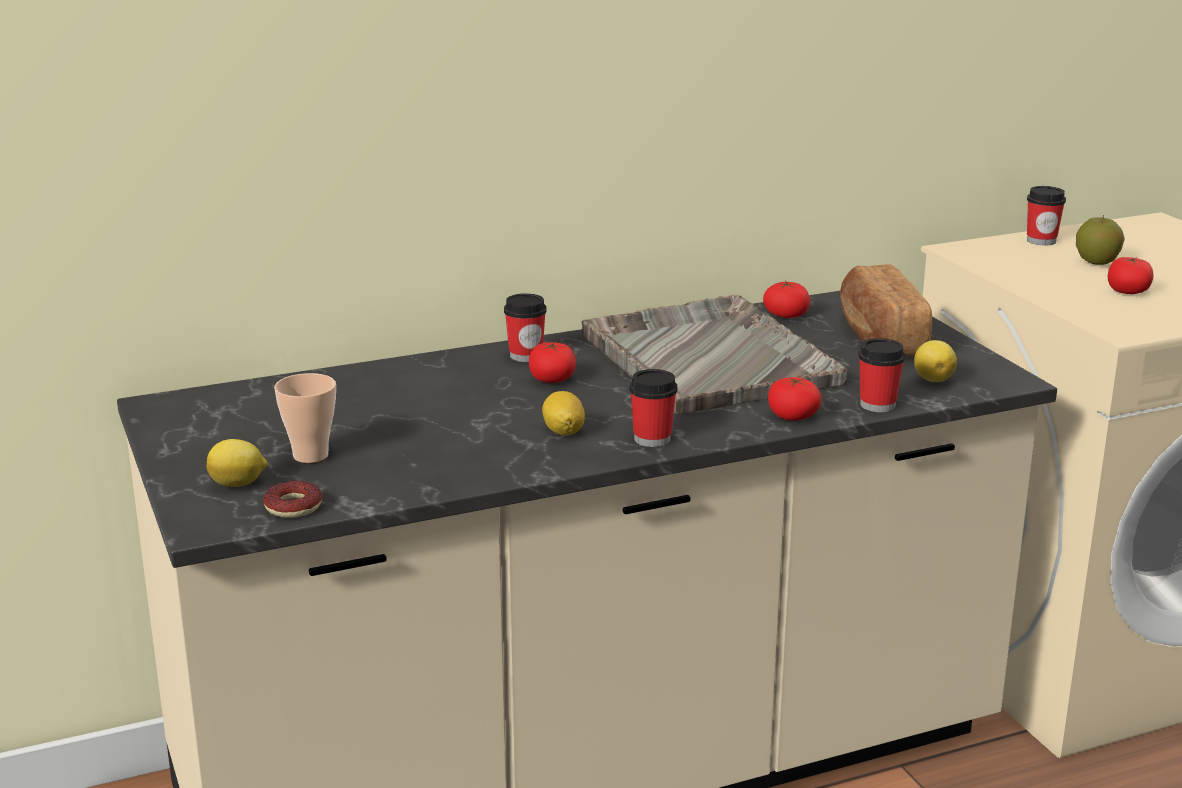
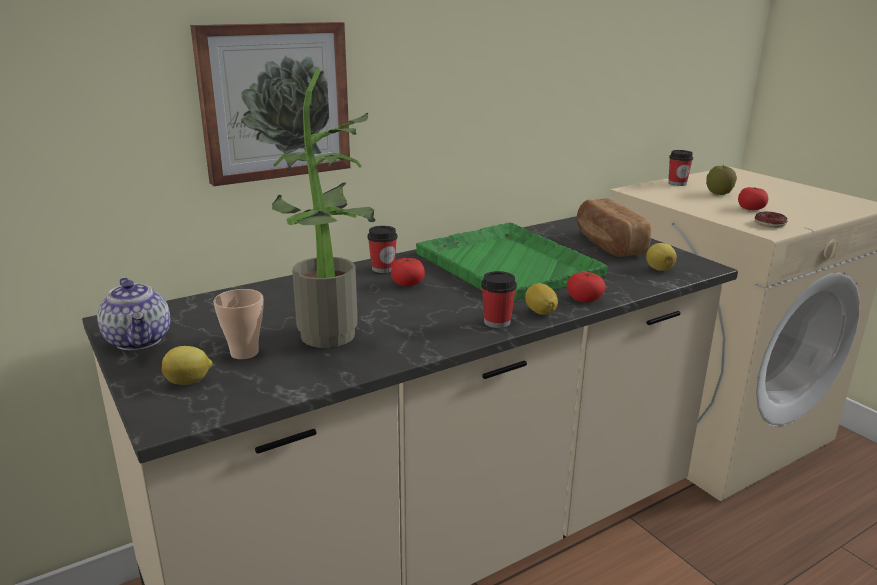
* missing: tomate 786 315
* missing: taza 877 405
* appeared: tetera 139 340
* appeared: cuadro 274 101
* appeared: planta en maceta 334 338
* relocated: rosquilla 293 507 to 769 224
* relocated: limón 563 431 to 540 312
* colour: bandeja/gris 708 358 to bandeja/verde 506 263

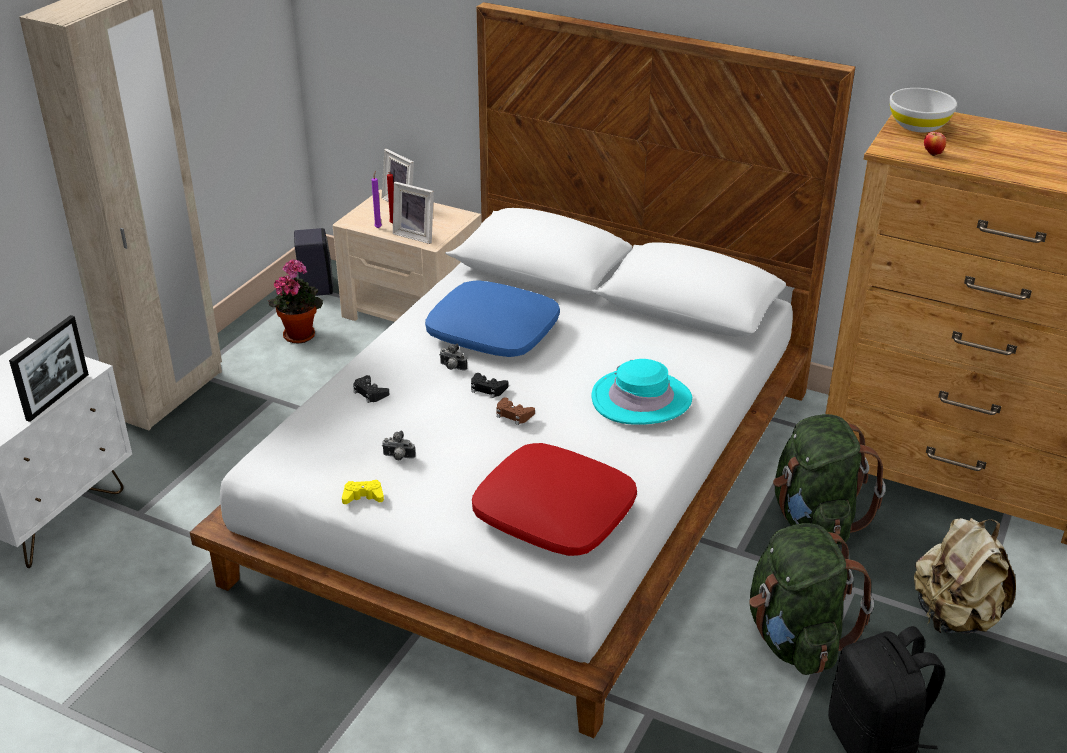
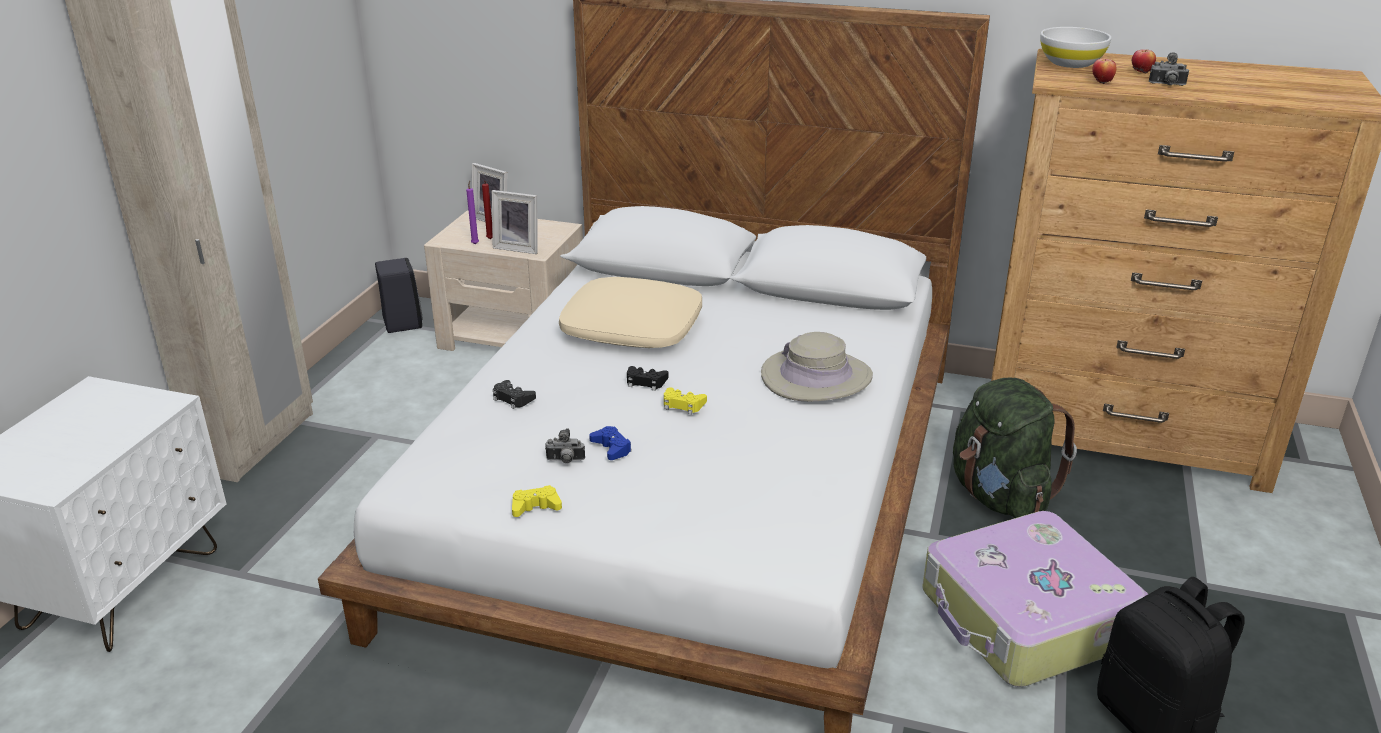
* missing: portarretratos 58 397
* missing: planta en maceta 300 334
* missing: cojín/rojo 555 513
* missing: mochila/beis 954 616
* appeared: mando de consola/azul 611 448
* appeared: manzana 1141 72
* relocated: cámara 452 368 to 1167 85
* exchanged: mochila/verde 795 639 to maleta 1026 618
* colour: cojín/azul 494 332 to cojín/beis 633 328
* colour: mando de consola/marrón 513 415 to mando de consola/amarillo 683 405
* colour: sombrero/turquesa 641 399 to sombrero/beis 816 377

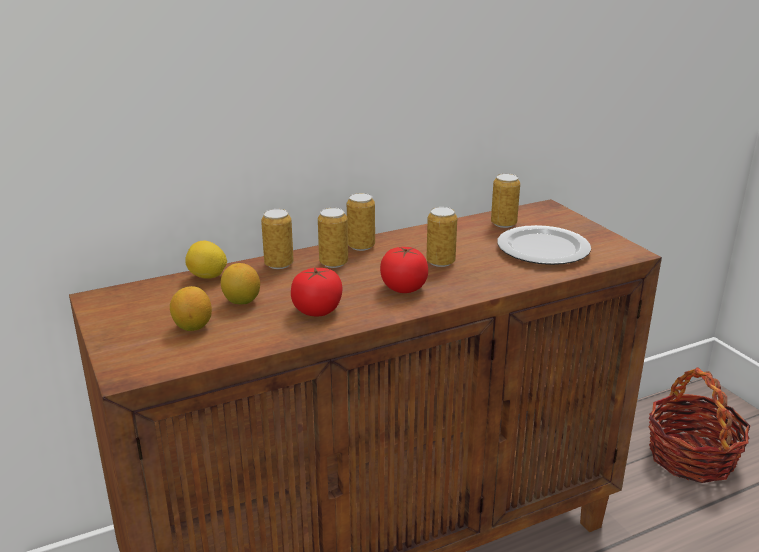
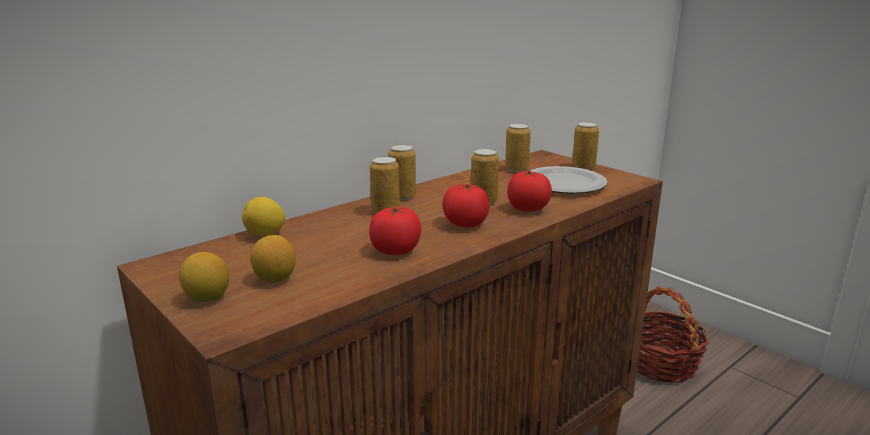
* appeared: tomate 528 208
* relocated: limón 242 301 to 207 298
* relocated: lata 279 264 to 583 167

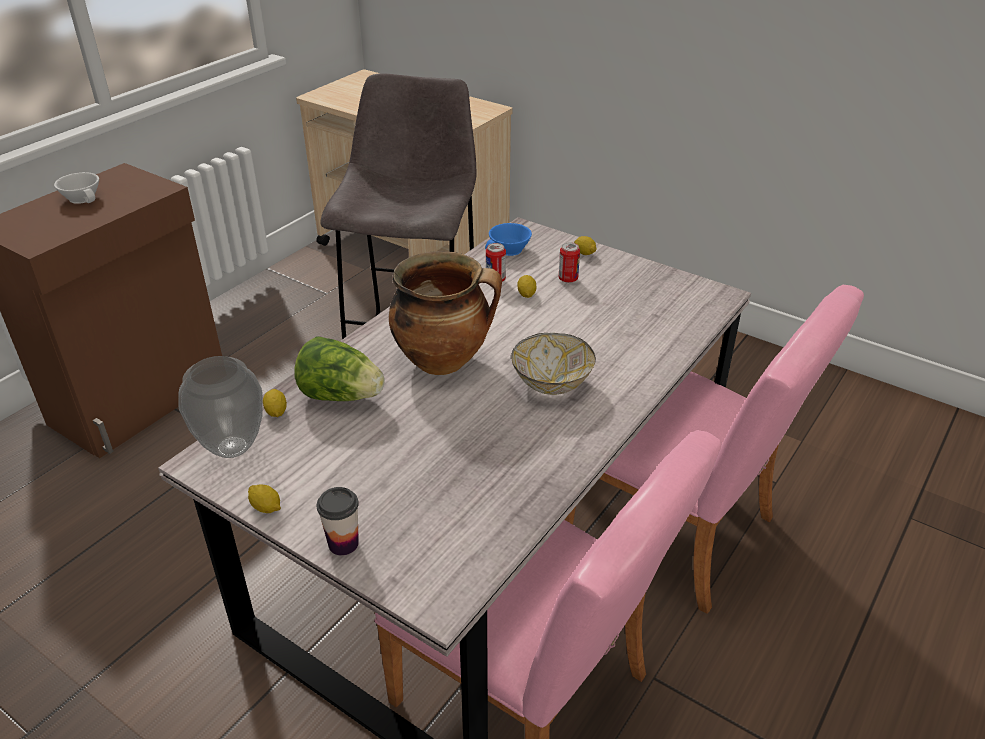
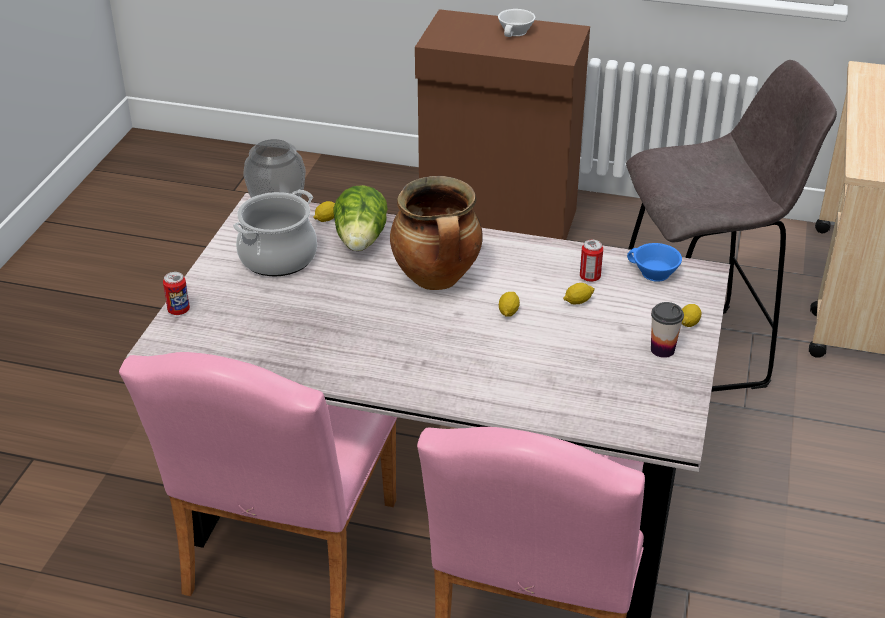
* missing: cuenco 550 384
* appeared: olla 278 257
* relocated: limón 266 507 to 508 312
* relocated: taza 343 544 to 662 350
* relocated: lata 568 279 to 178 310

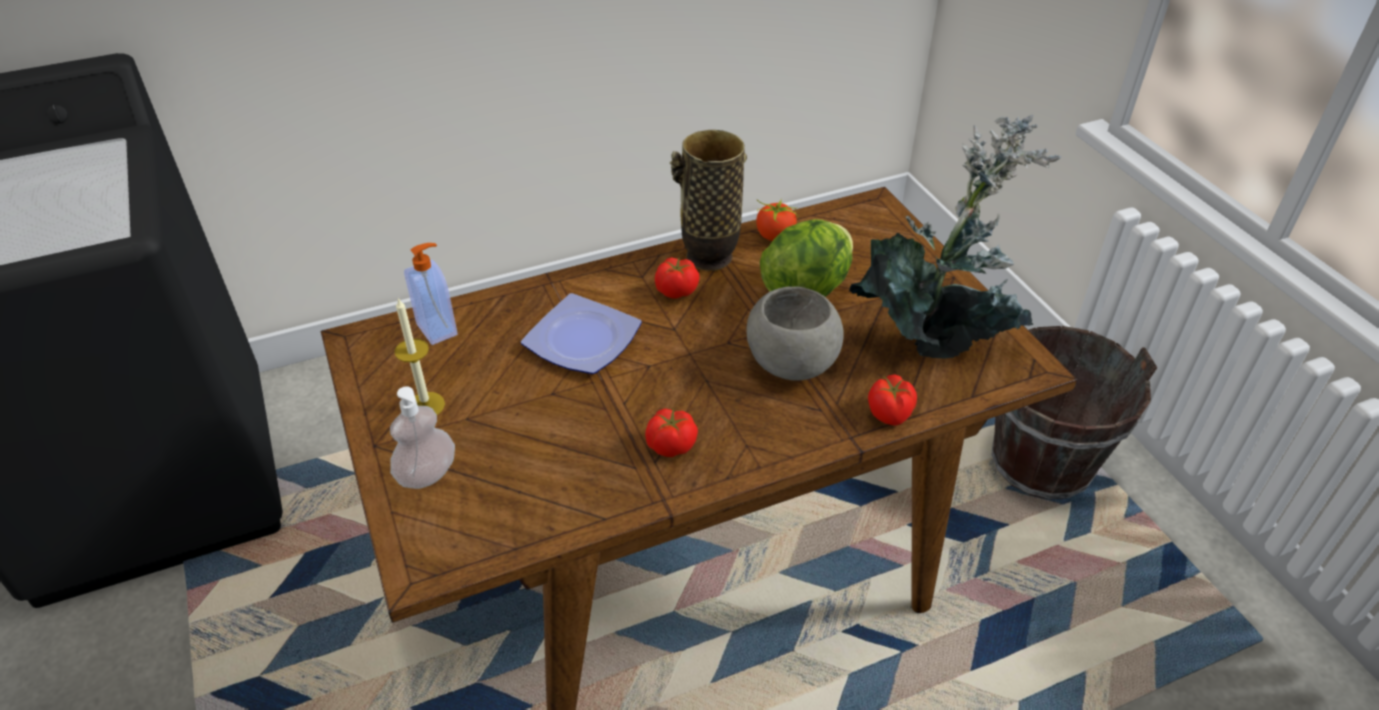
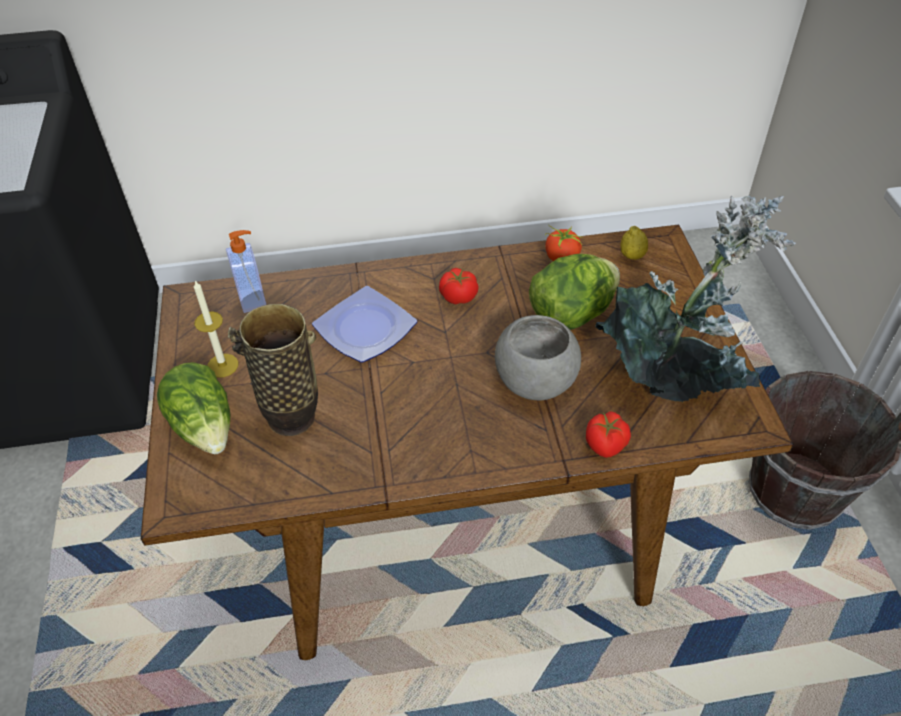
* missing: tomate 671 446
* appeared: limón 632 256
* relocated: florero 709 257 to 292 417
* exchanged: dispensador de jabón 427 474 to lechuga 205 426

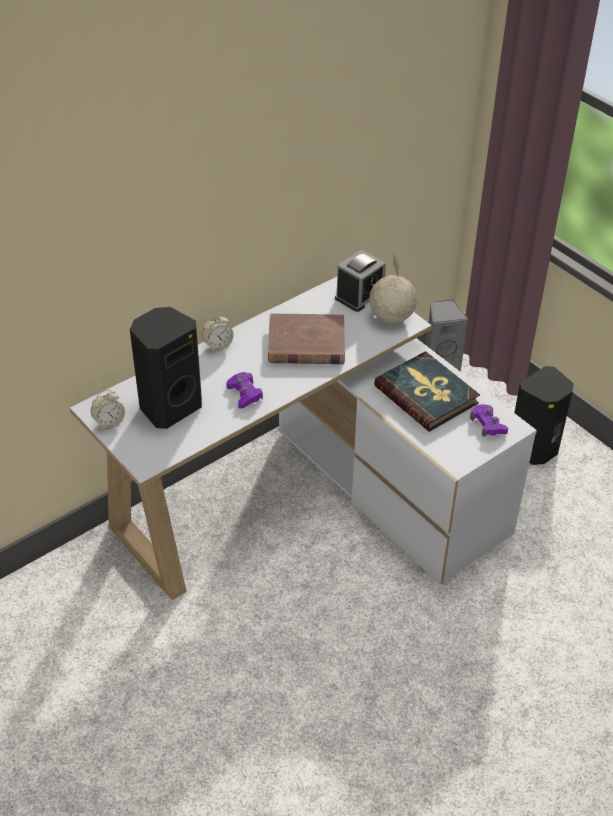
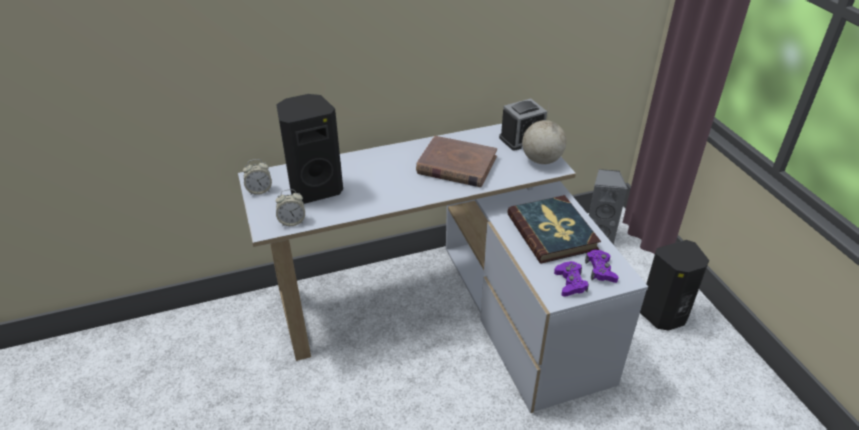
* relocated: despertador 218 346 to 292 221
* relocated: mando de consola/morado 244 394 to 570 283

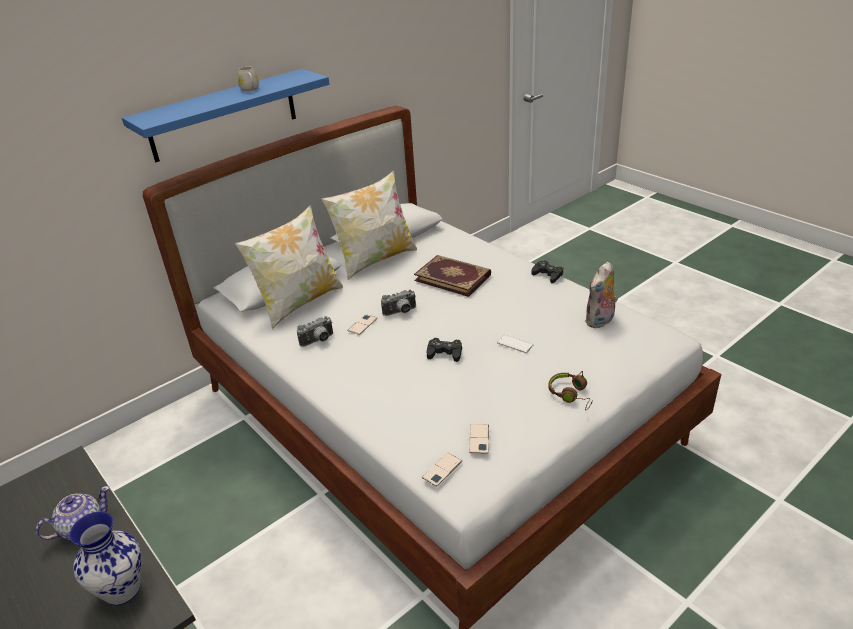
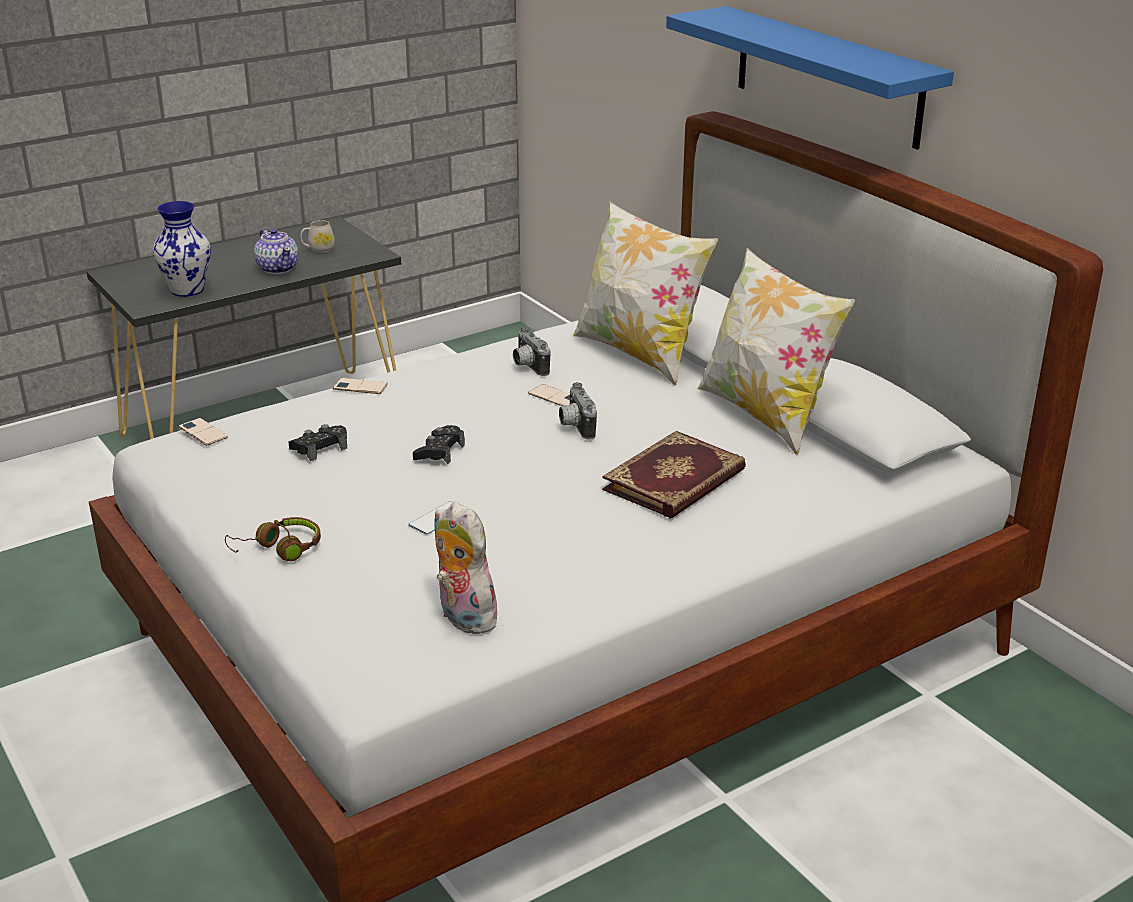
* relocated: taza grande/blanco 250 90 to 318 249
* relocated: móvil 479 439 to 360 386
* relocated: mando de consola/negro 547 275 to 320 448

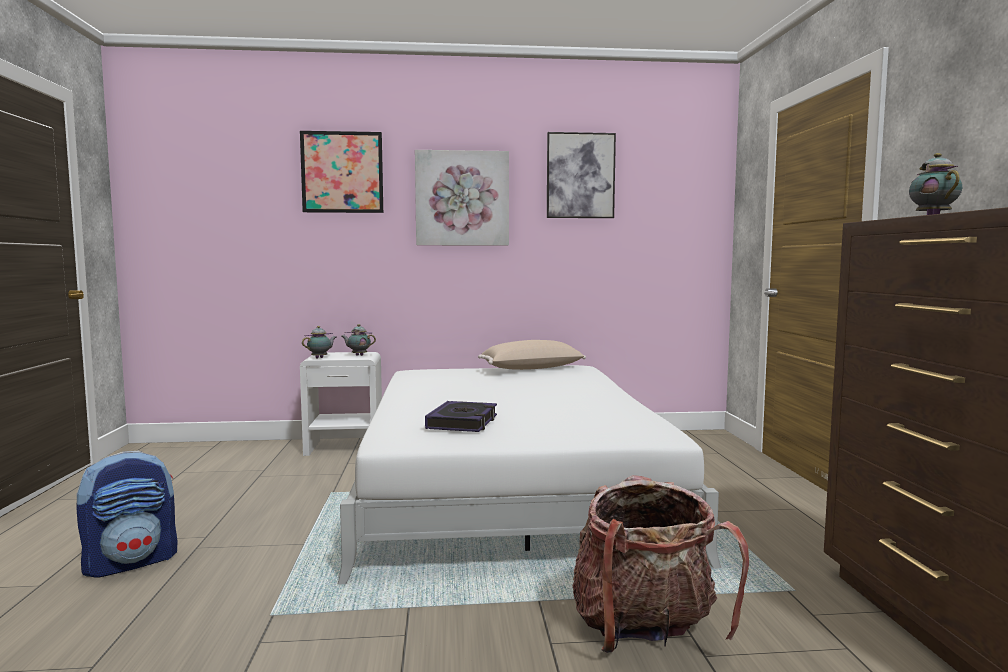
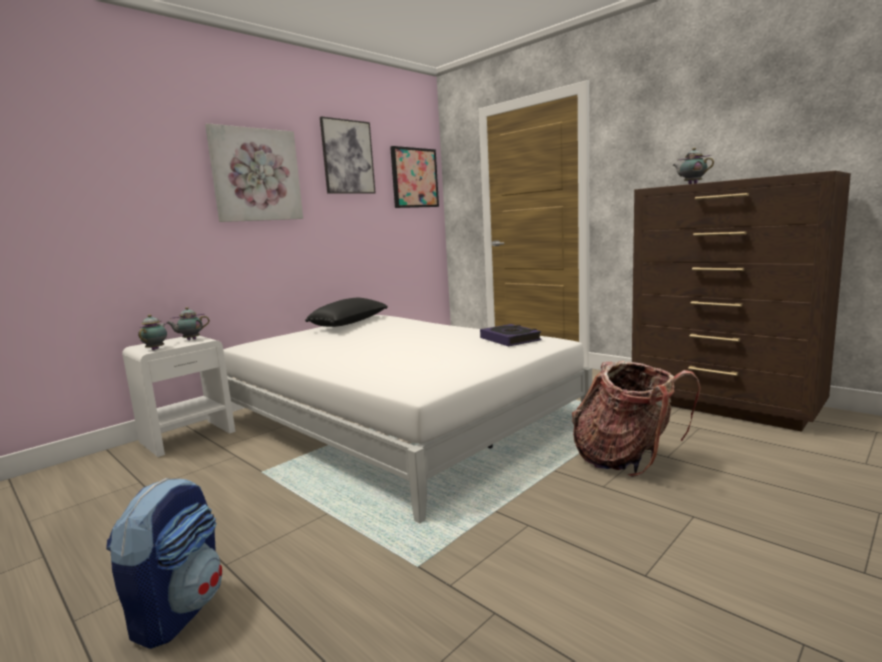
* relocated: cuadro 342 172 to 414 178
* relocated: libro 463 422 to 510 339
* colour: cojín/beis 532 369 to cojín/negro 350 324

